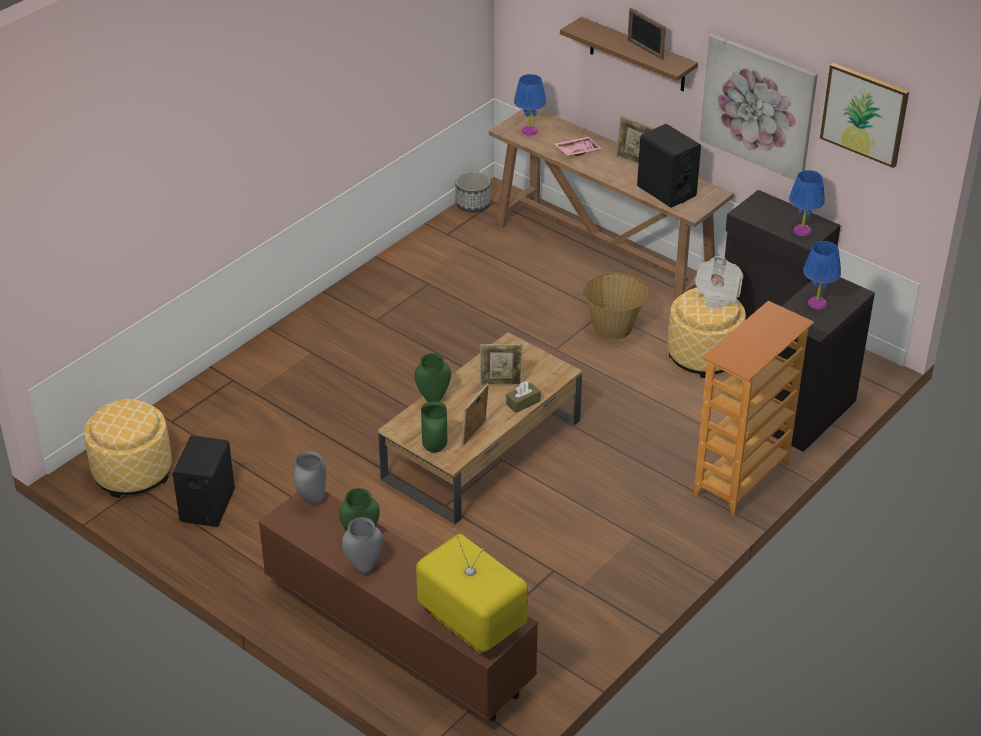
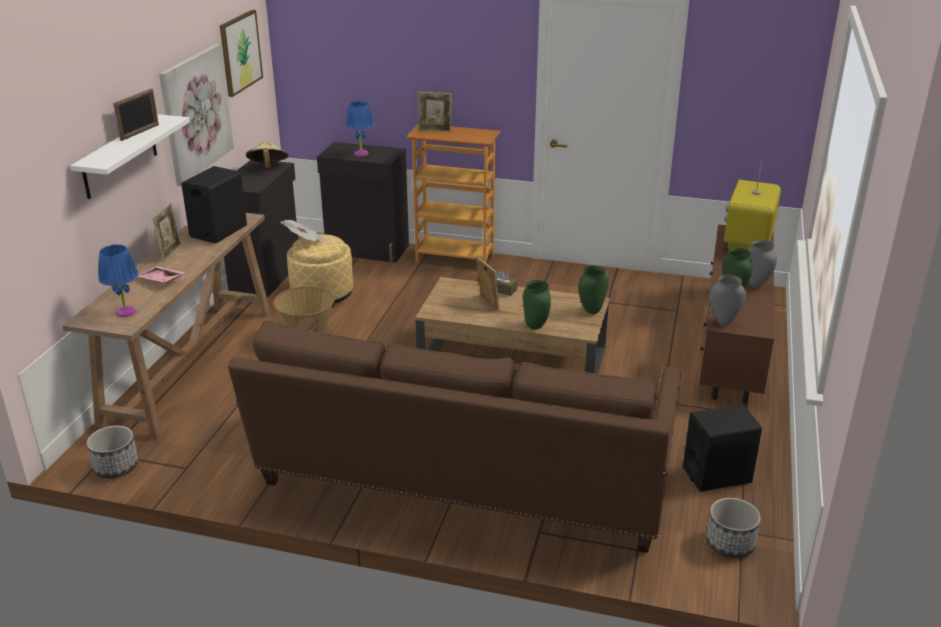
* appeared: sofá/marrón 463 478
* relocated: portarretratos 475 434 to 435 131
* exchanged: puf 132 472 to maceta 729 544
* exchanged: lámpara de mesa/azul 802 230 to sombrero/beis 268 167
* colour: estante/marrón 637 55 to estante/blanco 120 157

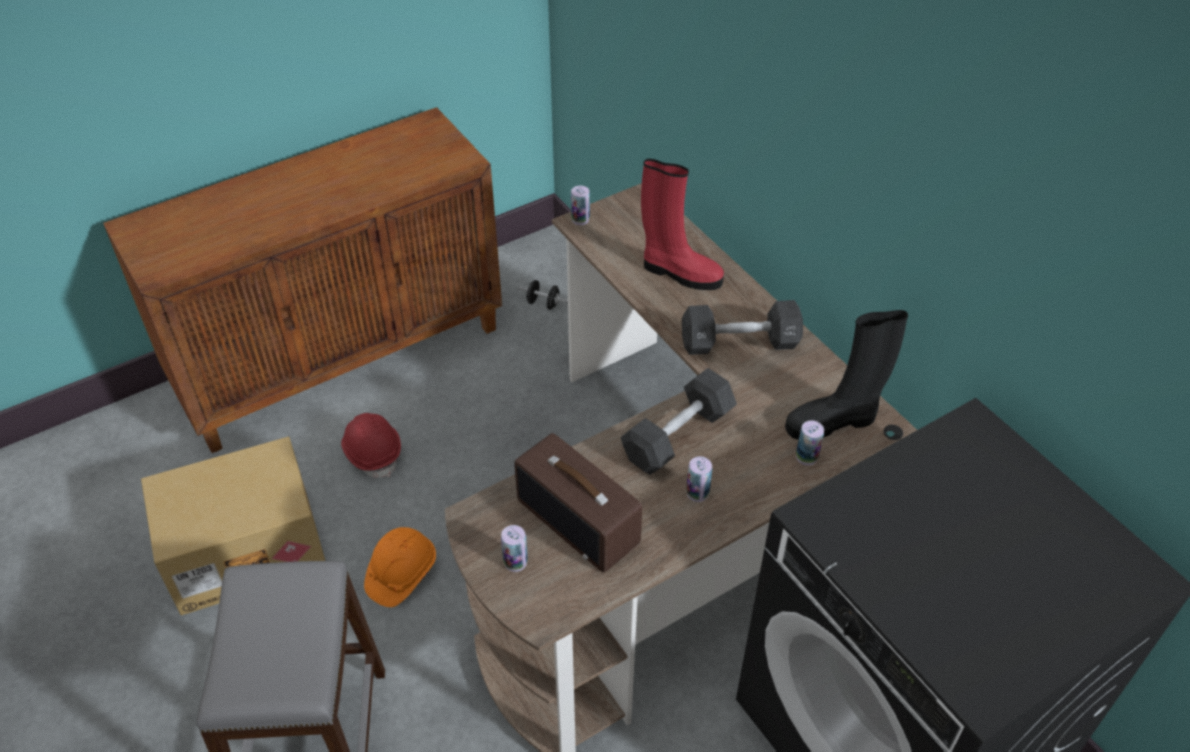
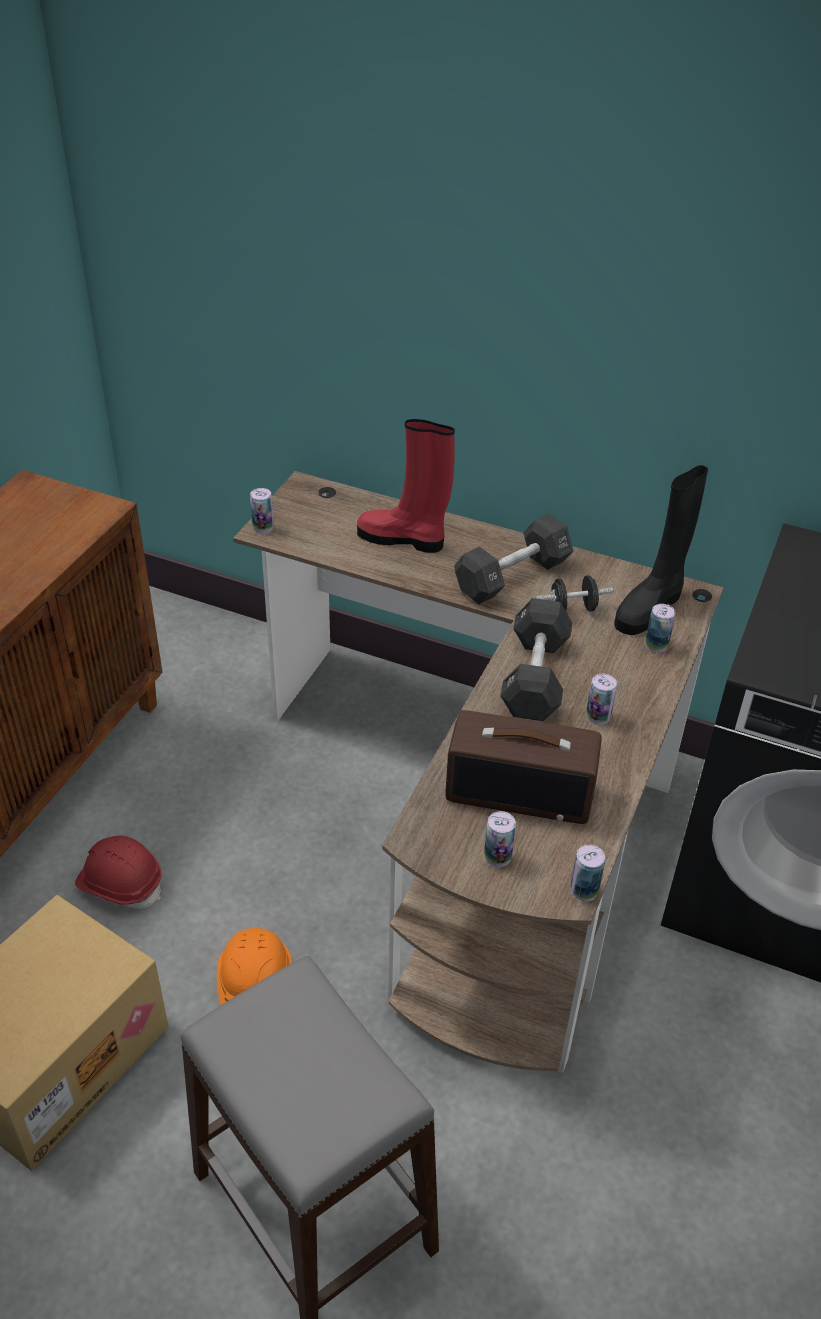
* appeared: lata 584 890
* relocated: mancuerna/negro 543 303 to 572 609
* spun: bota/rojo 679 273 = 403 539 150 degrees counterclockwise

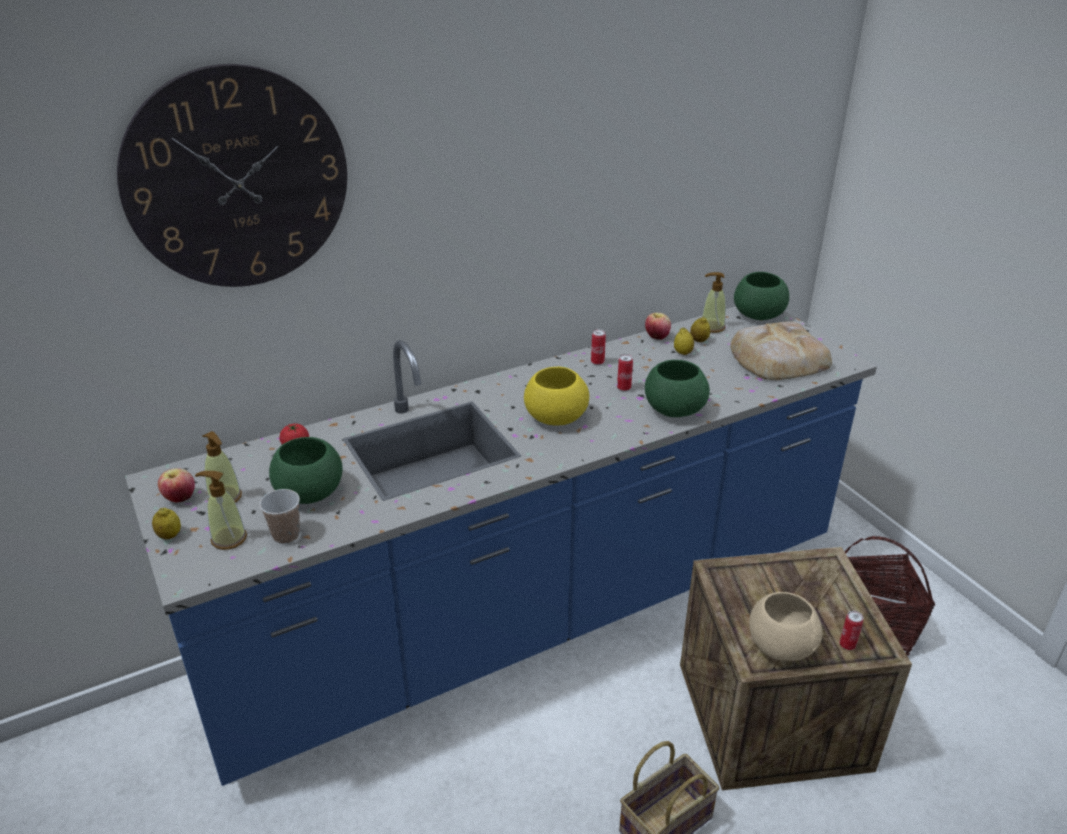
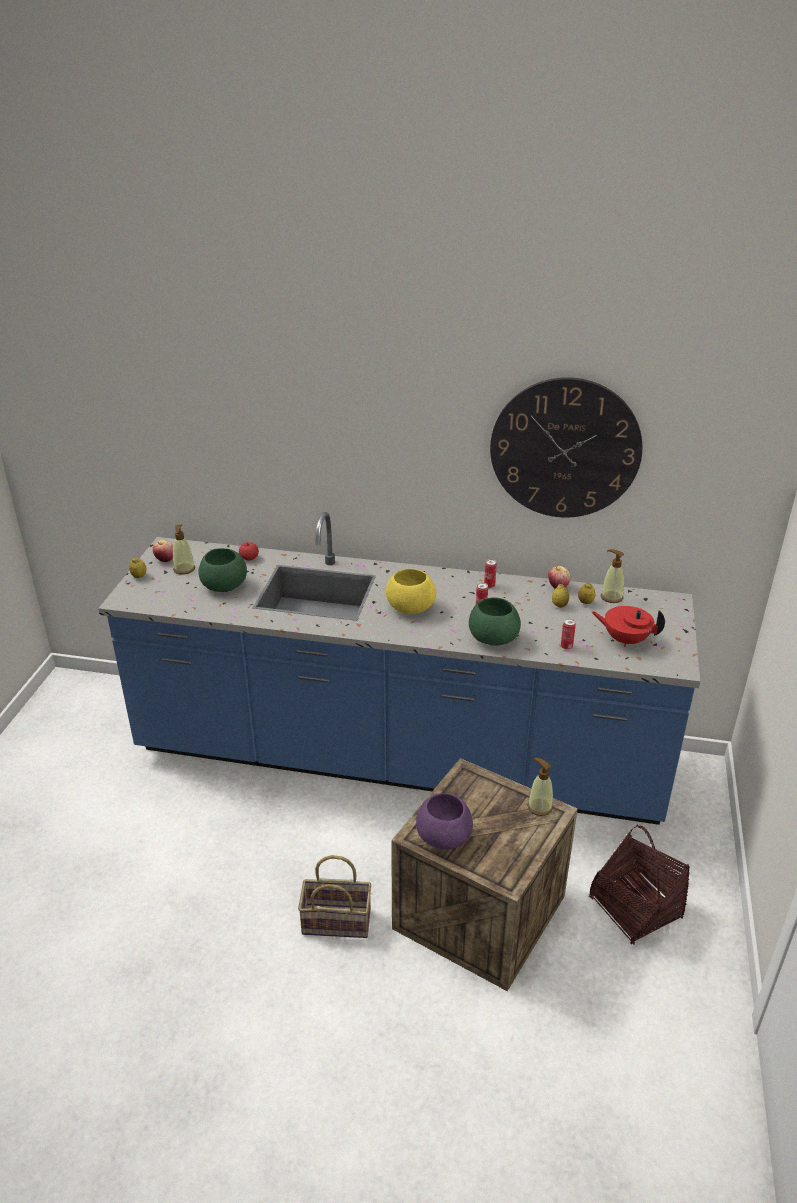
* missing: taza 286 535
* missing: cuenco/verde 757 315
* relocated: reloj de pared 237 180 to 565 449
* relocated: dispensador de jabón 228 538 to 539 807
* relocated: lata 847 645 to 566 646
* exchanged: pan 776 358 to tetera/rojo 625 639
* colour: cuenco/beis 780 644 to cuenco/morado 444 836

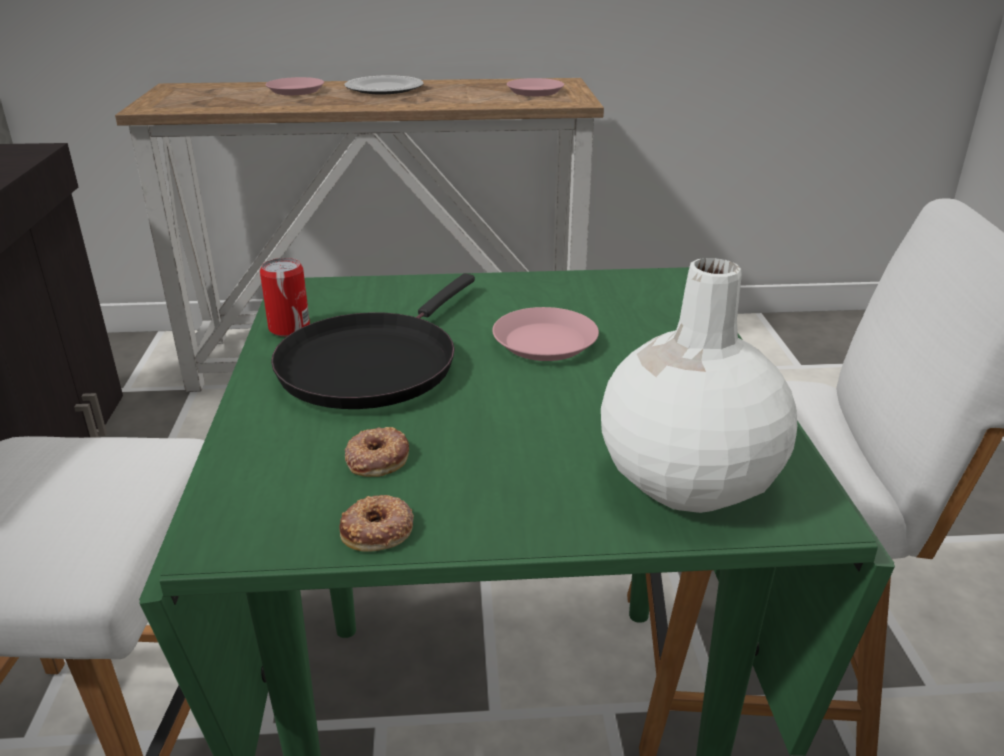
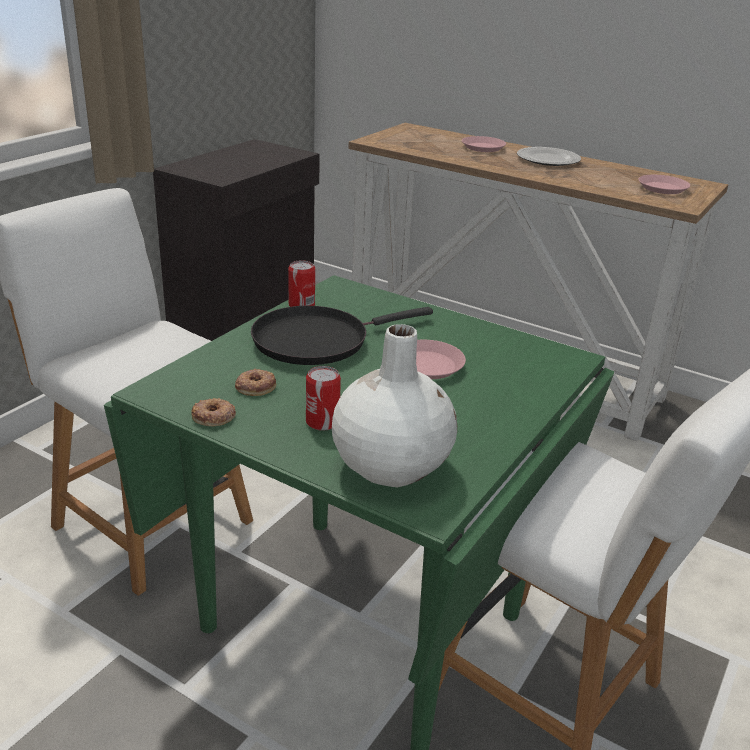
* appeared: lata 322 422

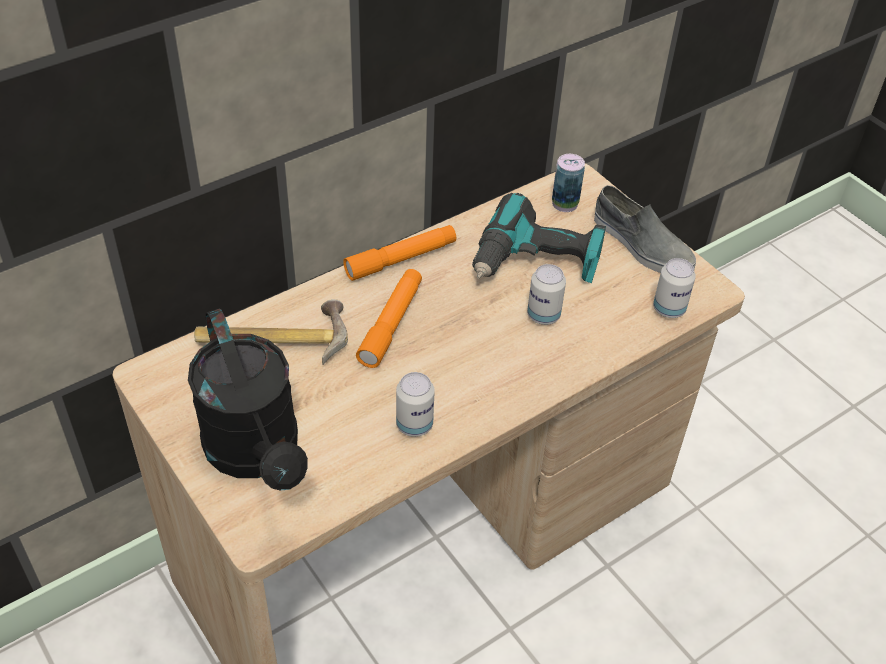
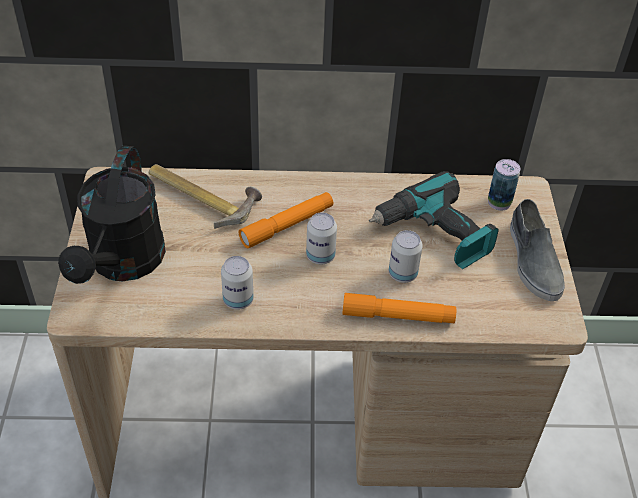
* relocated: linterna/naranja 401 259 to 398 316
* relocated: lata 669 309 to 320 256

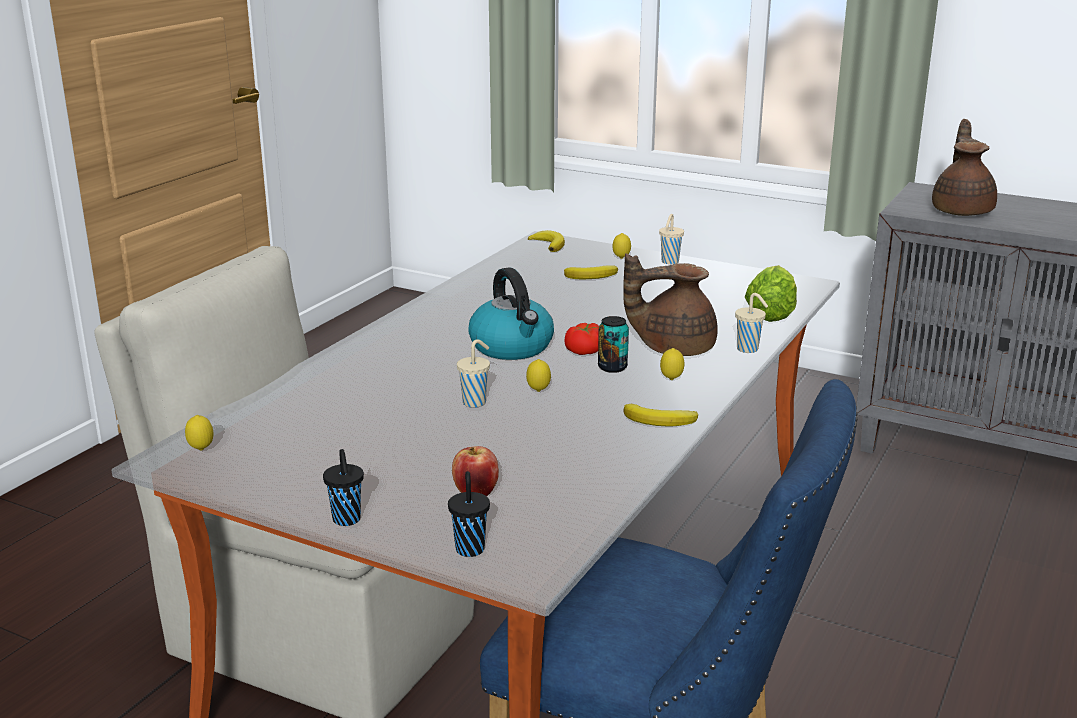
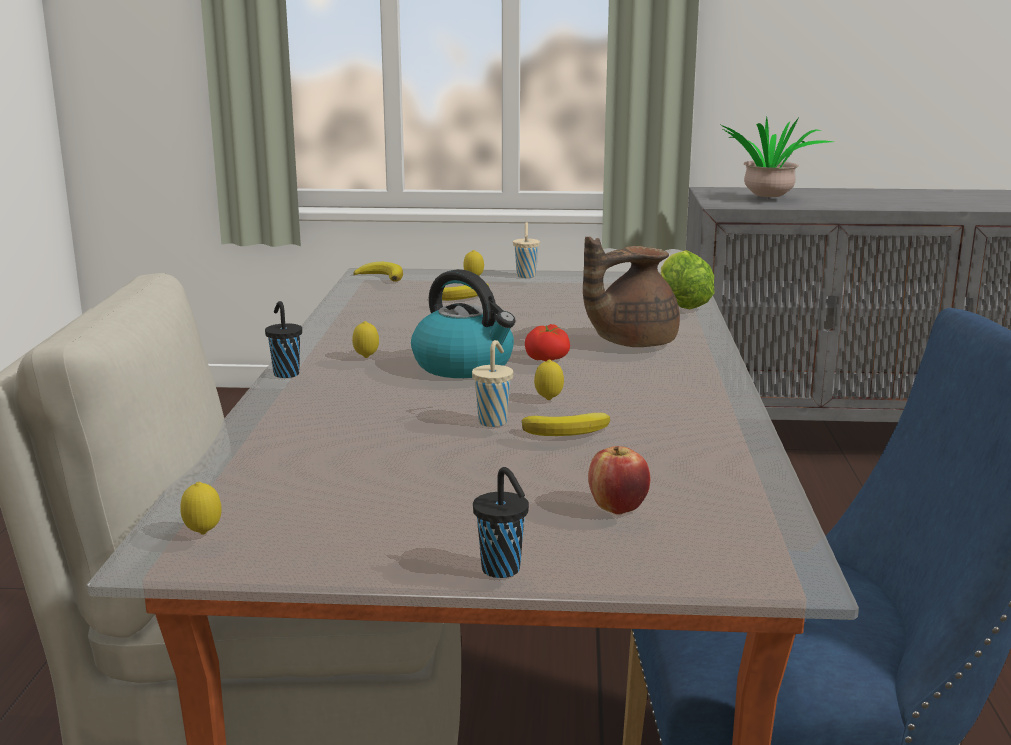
* missing: lata 612 367
* missing: taza/beis 749 349
* relocated: taza/negro 470 548 to 286 374
* relocated: plátano 661 421 to 570 431
* relocated: limón 671 380 to 366 358
* exchanged: tetera/marrón 962 211 to planta en maceta 767 200

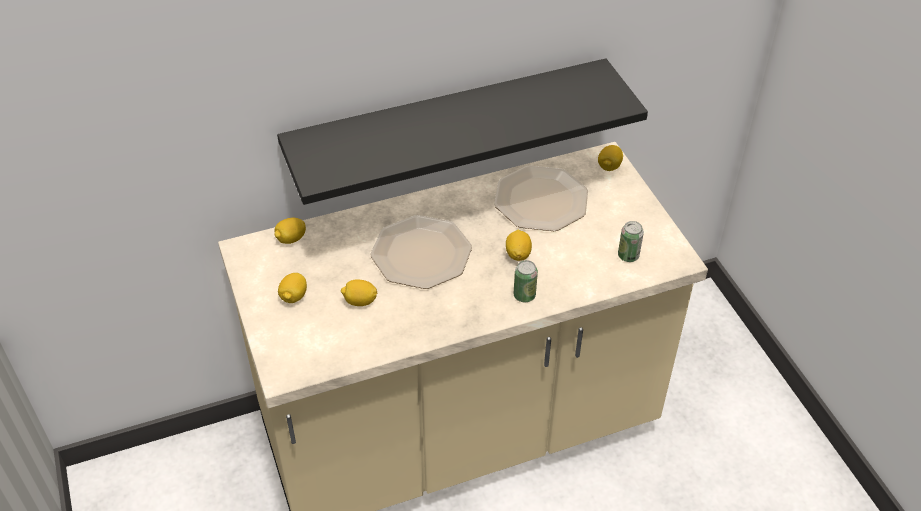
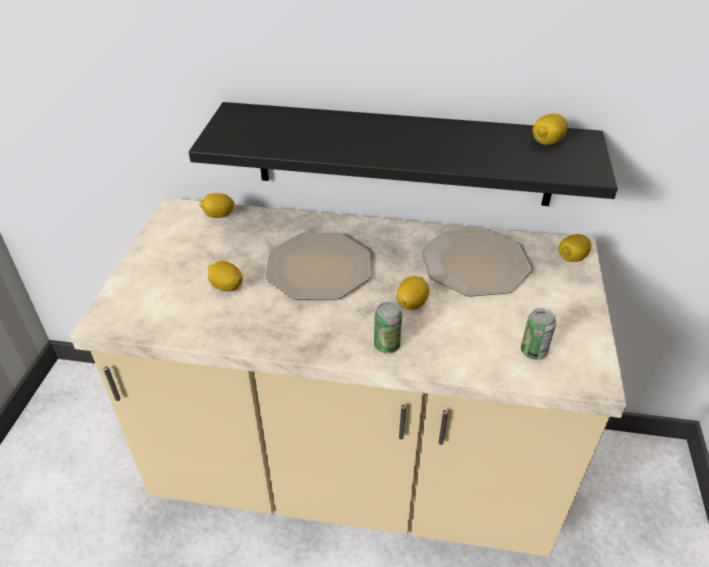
* relocated: limón 294 296 to 547 142

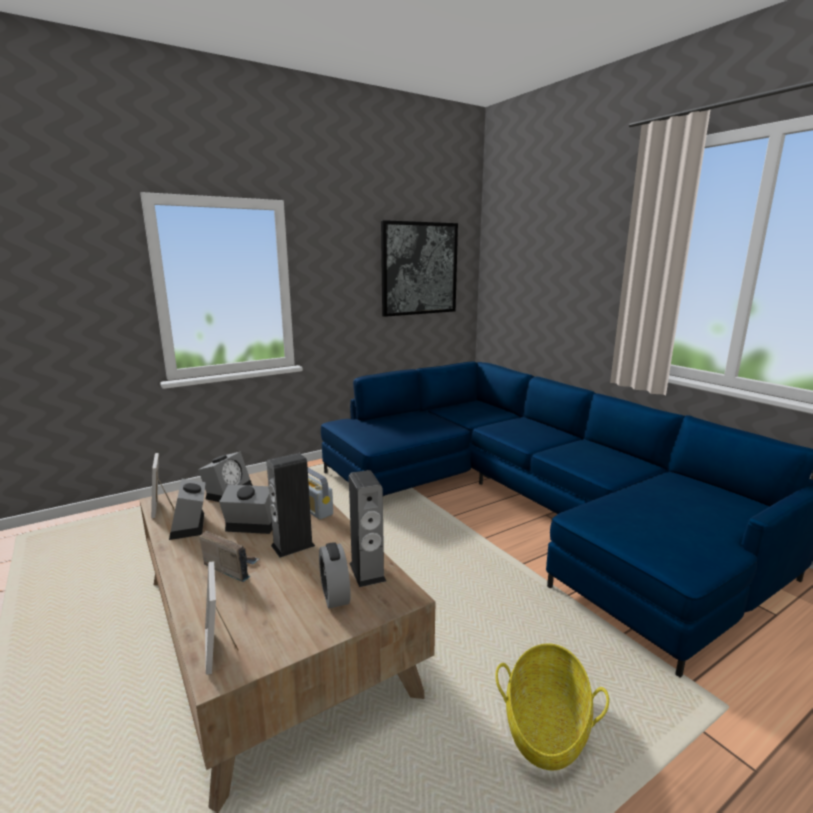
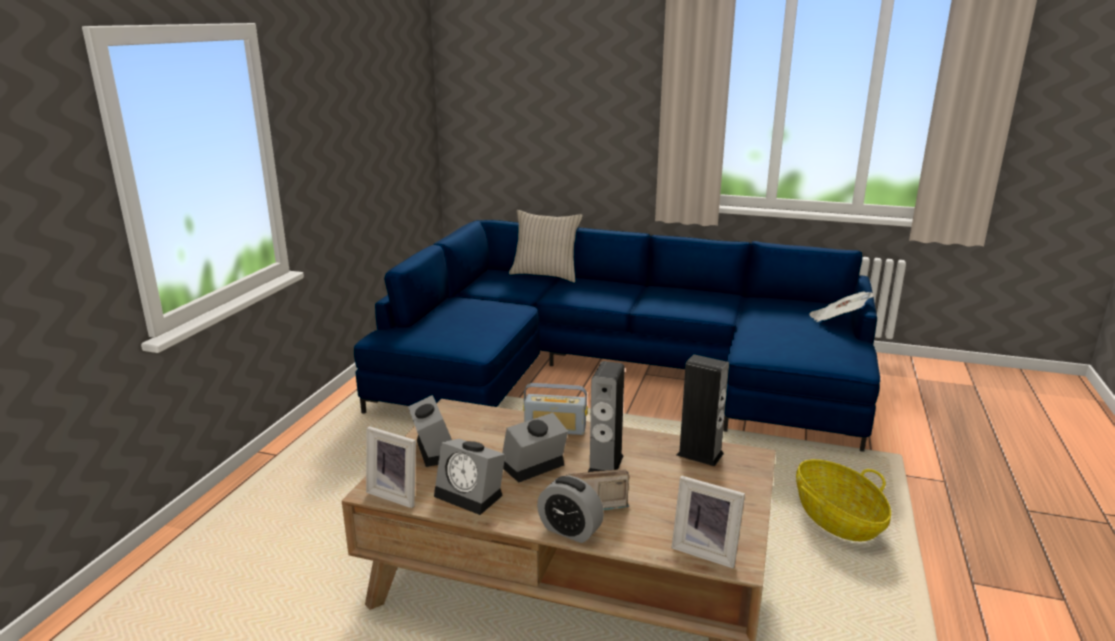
* missing: cuadro 419 268
* appeared: cojín/beis 545 275
* appeared: periódico 837 320
* relocated: despertador 335 594 to 570 530

